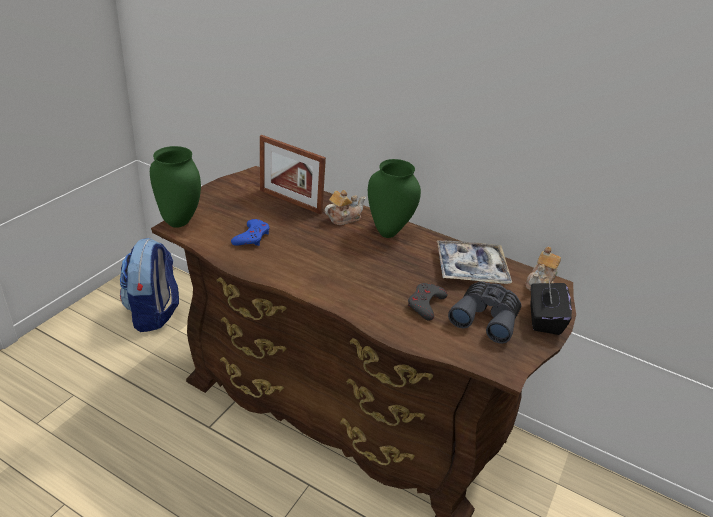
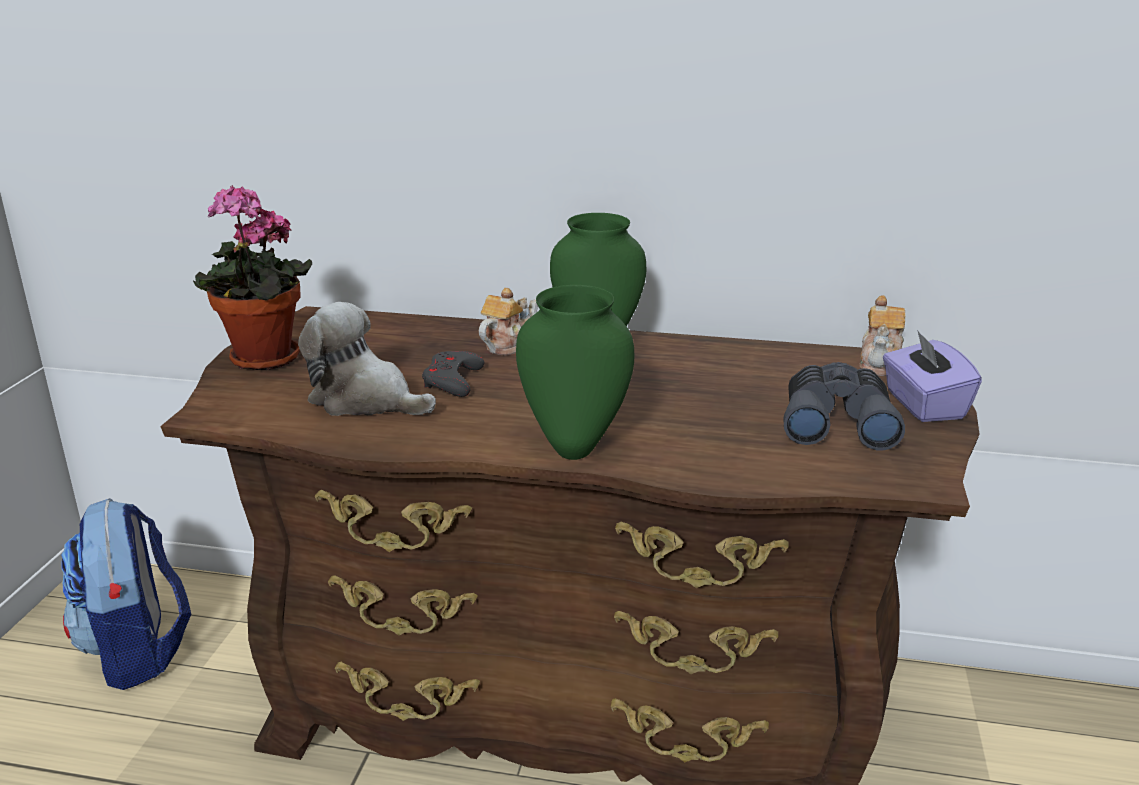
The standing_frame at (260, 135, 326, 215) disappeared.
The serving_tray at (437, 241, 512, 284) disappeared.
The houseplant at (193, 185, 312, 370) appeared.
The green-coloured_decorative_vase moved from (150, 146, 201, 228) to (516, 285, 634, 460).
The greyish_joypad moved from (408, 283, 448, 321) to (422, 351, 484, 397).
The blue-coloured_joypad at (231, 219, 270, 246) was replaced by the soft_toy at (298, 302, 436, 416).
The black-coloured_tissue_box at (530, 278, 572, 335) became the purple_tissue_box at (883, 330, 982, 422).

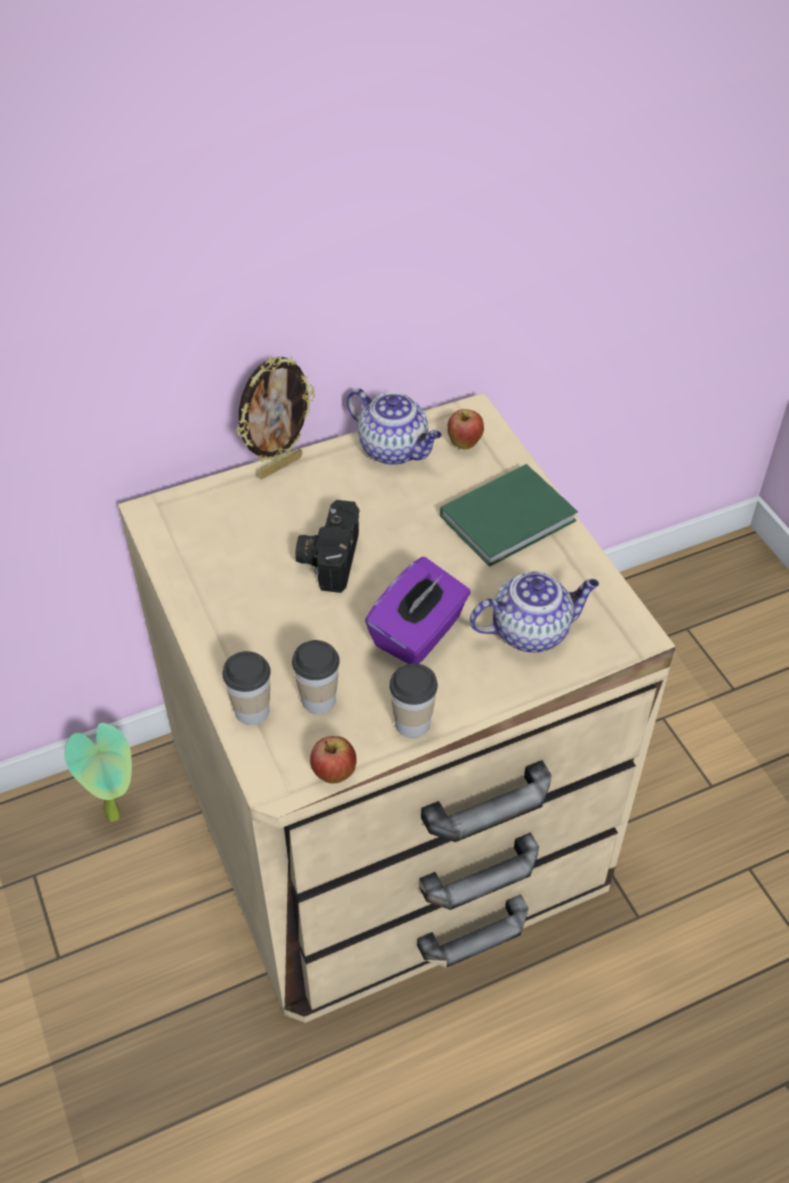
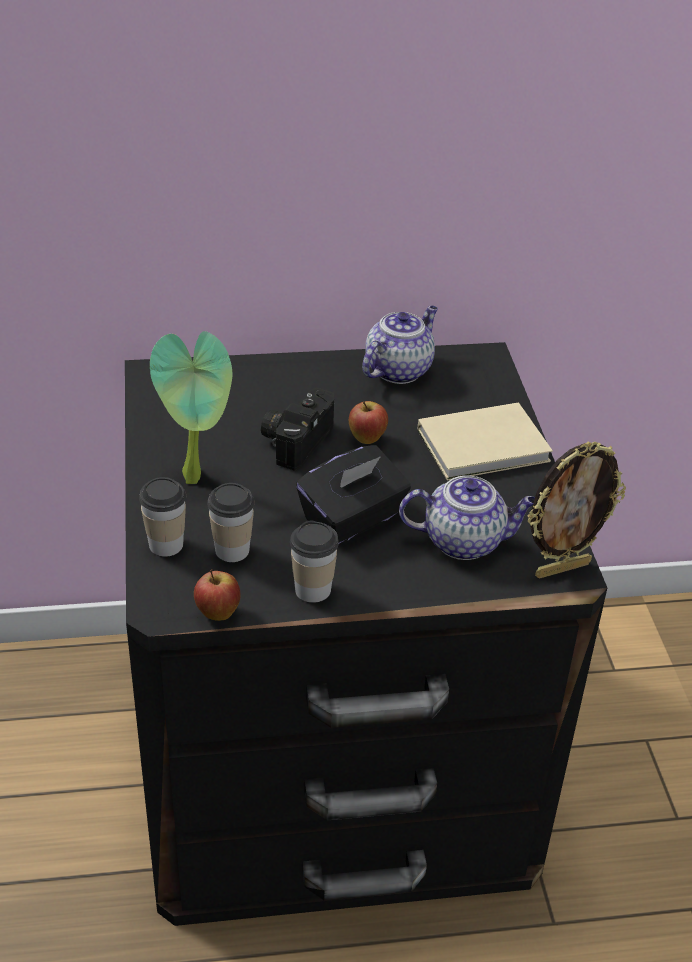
The houseplant moved from (65, 723, 132, 822) to (150, 331, 232, 484).
The standing_frame moved from (236, 356, 315, 479) to (527, 441, 626, 579).
The apple moved from (447, 409, 484, 450) to (349, 401, 388, 444).
The beige-coloured_drawer_chest at (118, 393, 676, 1023) became the black-coloured_drawer_chest at (125, 342, 607, 926).
The purple_tissue_box at (365, 557, 471, 664) became the black-coloured_tissue_box at (296, 445, 411, 544).
The green-coloured_bound_book at (440, 464, 578, 567) became the beige-coloured_bound_book at (418, 402, 553, 481).
The tea_pot at (347, 388, 442, 465) turned 105 degrees counterclockwise.

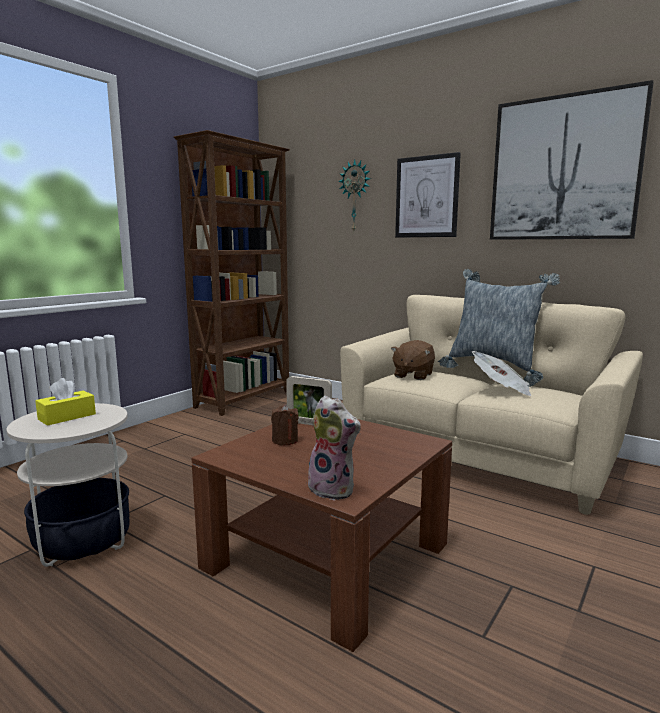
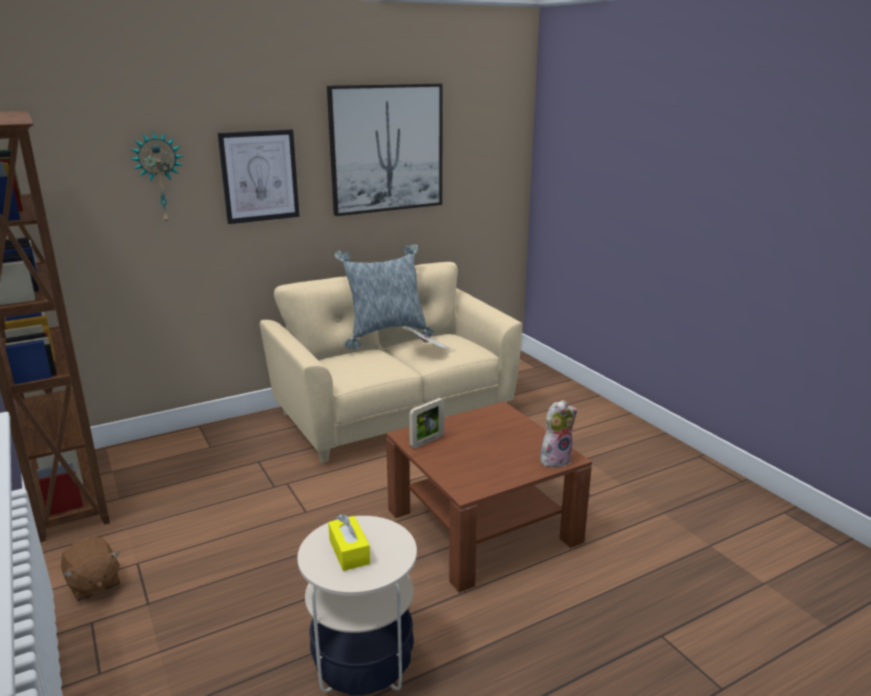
The brown_wax_light at (271, 404, 298, 445) disappeared.
The brown_soft_toy moved from (391, 340, 435, 380) to (61, 537, 120, 601).

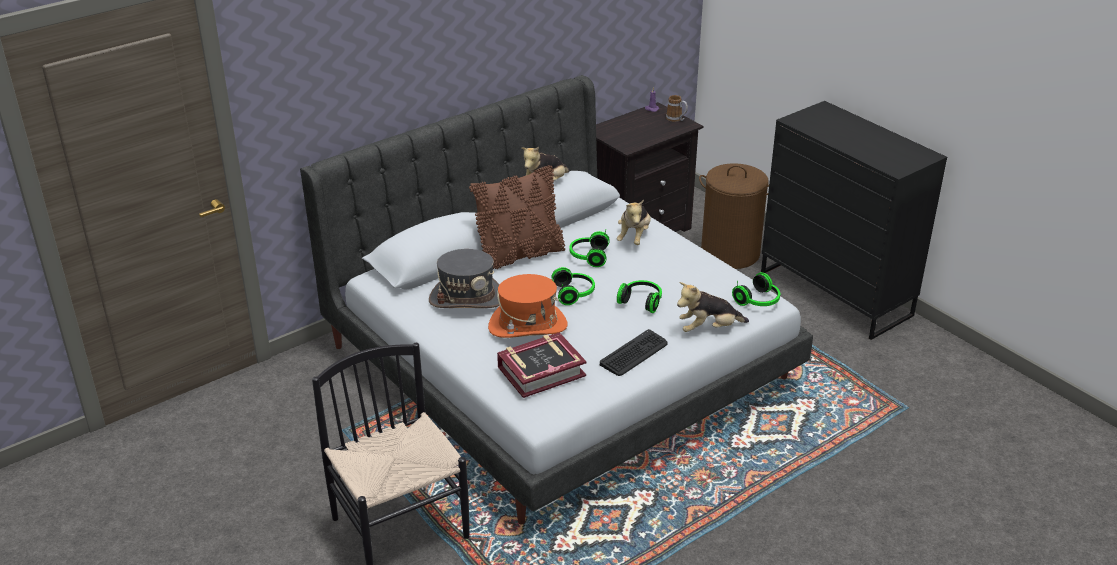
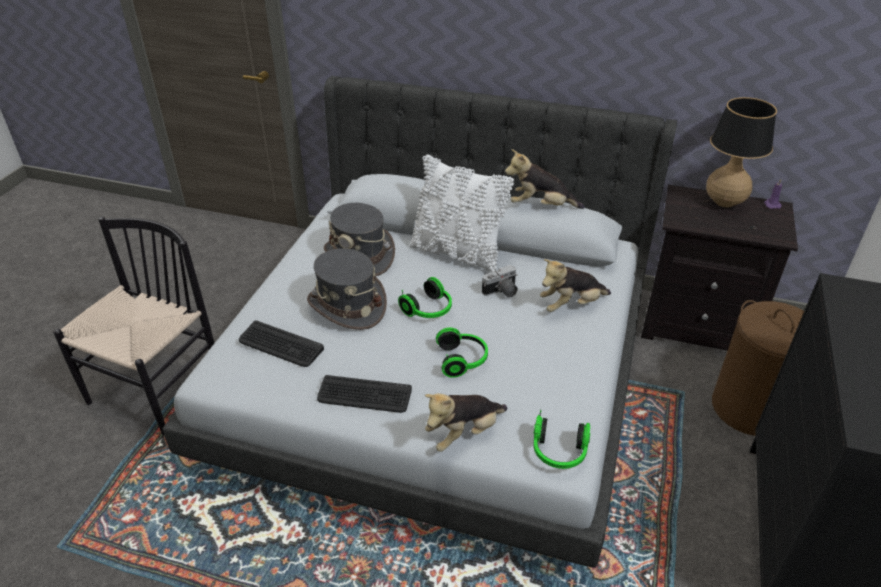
The mug at (666, 95, 688, 122) disappeared.
The lamp_for_a_table at (691, 97, 777, 230) appeared.
The bound_book at (497, 332, 586, 398) was replaced by the PC_keyboard at (239, 321, 324, 367).
The pair_of_headphones at (570, 230, 610, 267) was replaced by the still_camera at (482, 265, 518, 298).
The brown_pillow at (469, 165, 565, 269) became the whitish_pillow at (410, 154, 514, 272).
The orange-coloured_clothing_hat at (488, 274, 568, 338) became the greyish_clothing_hat at (307, 248, 387, 330).
The soft_toy at (677, 282, 749, 332) turned 75 degrees counterclockwise.

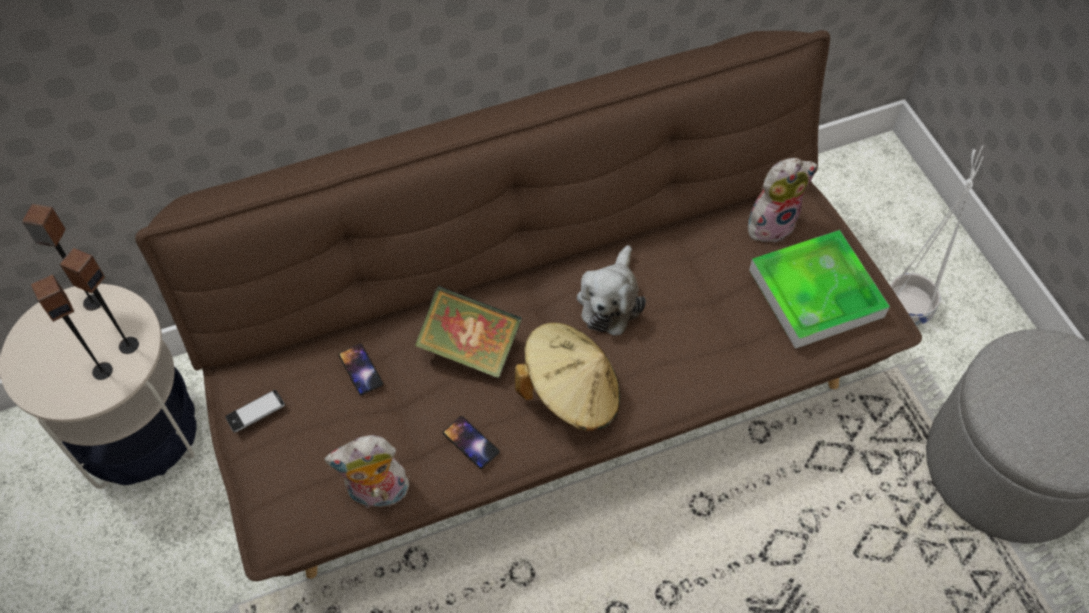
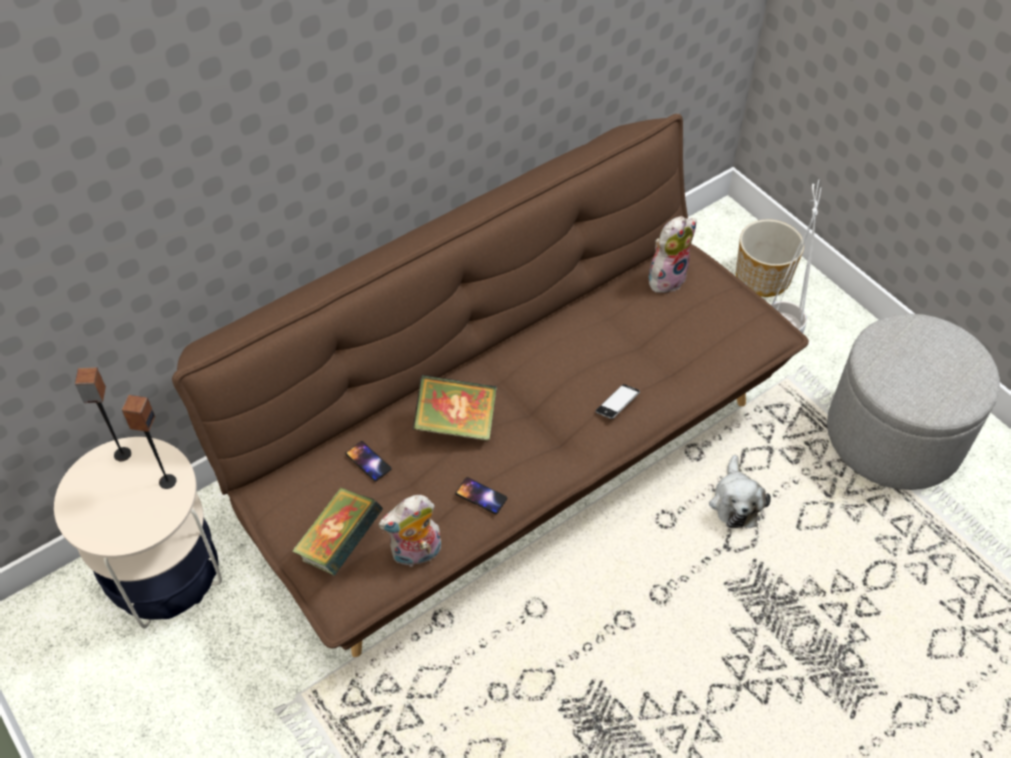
The audio_speaker at (31, 274, 113, 380) disappeared.
The beige-coloured_clothing_hat at (515, 323, 620, 431) disappeared.
The serving_tray at (749, 230, 890, 349) disappeared.
The bound_book at (292, 487, 383, 576) appeared.
The flower_pot at (736, 219, 804, 297) appeared.
The phone moved from (225, 390, 285, 433) to (595, 384, 640, 419).
The soft_toy moved from (577, 245, 646, 336) to (709, 455, 771, 528).

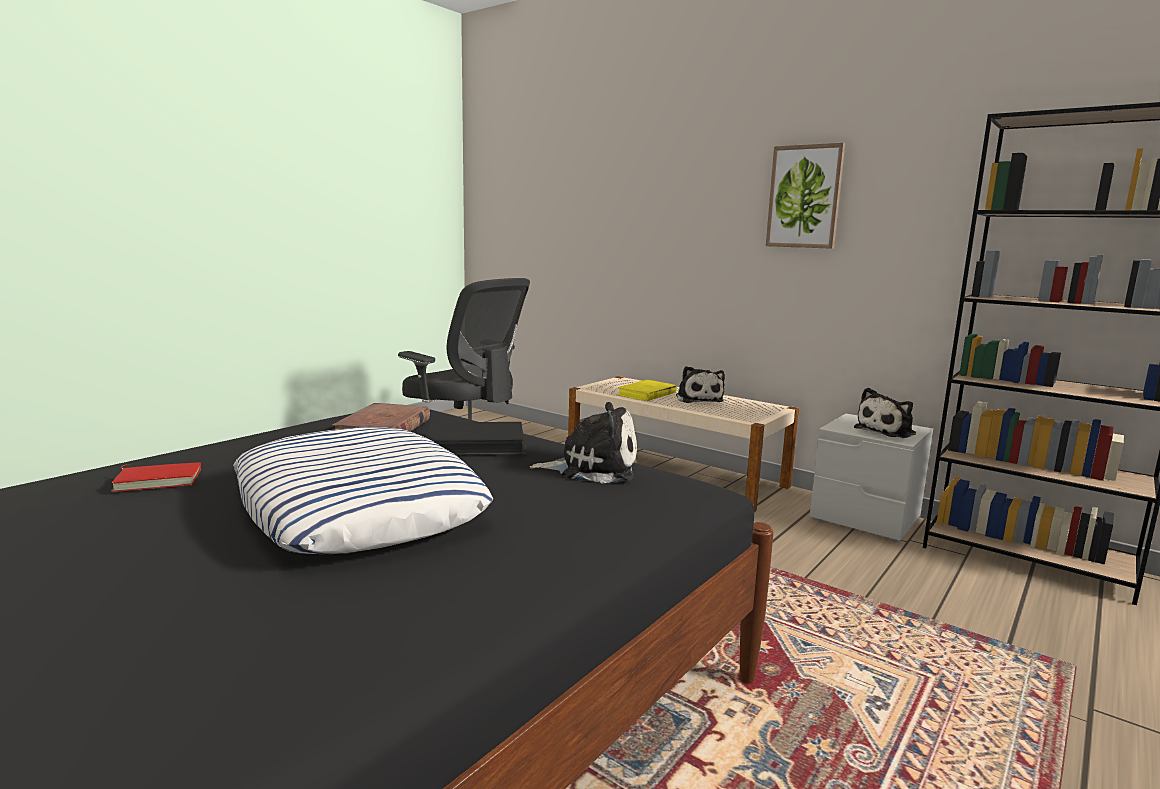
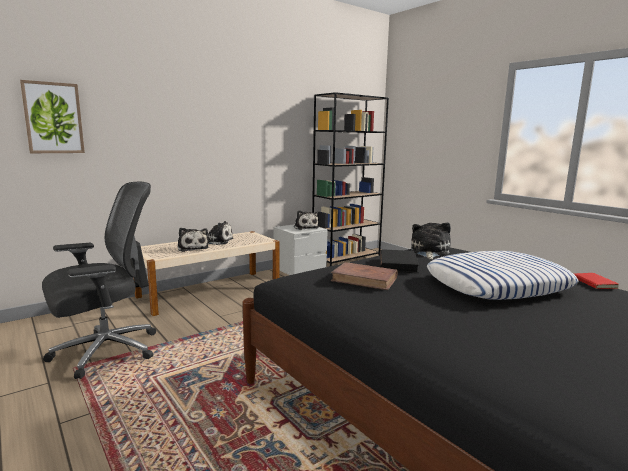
The reddish_bound_book moved from (111, 462, 201, 492) to (574, 273, 619, 289).
The wall_art moved from (766, 143, 845, 249) to (20, 80, 85, 153).
The yellow_bound_book at (617, 380, 677, 401) was replaced by the soft_toy at (177, 228, 209, 252).

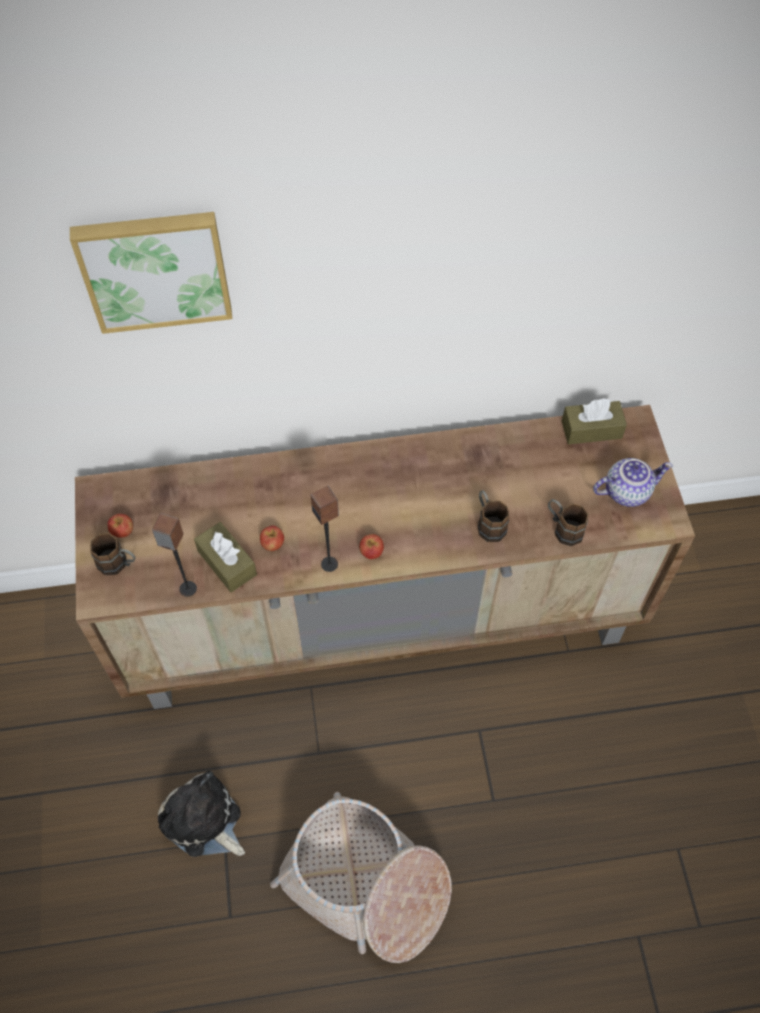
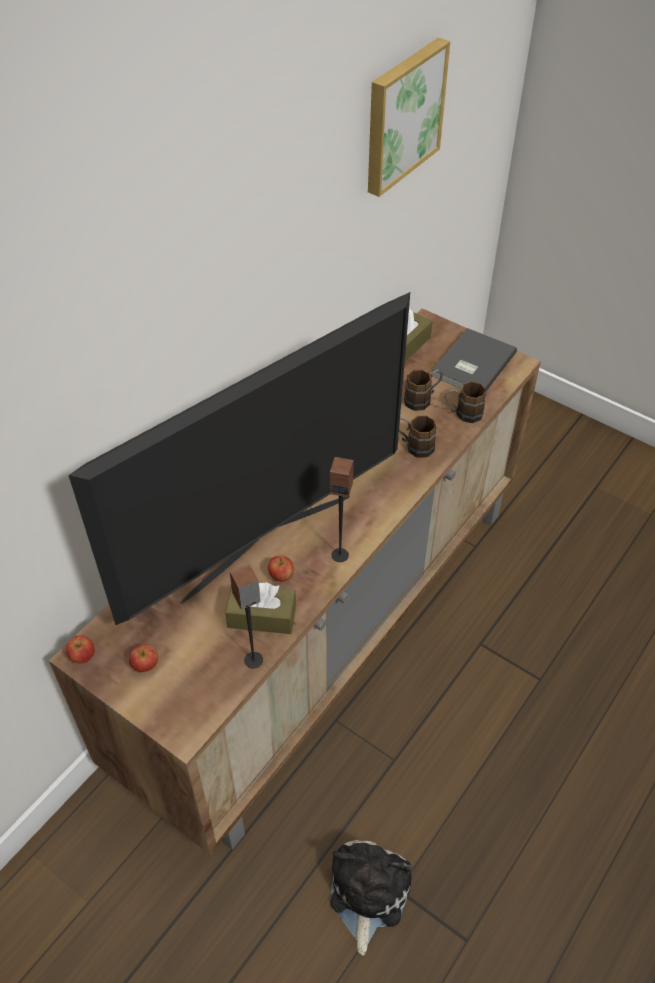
The storage_basket at (270, 792, 452, 963) disappeared.
The television at (69, 292, 410, 625) appeared.
The wall_art moved from (70, 212, 232, 334) to (368, 38, 450, 197).
The brown_mug moved from (90, 533, 136, 576) to (404, 369, 443, 411).
The apple moved from (359, 534, 384, 559) to (66, 636, 95, 663).
The tea_pot at (593, 458, 673, 507) was replaced by the greyish_bound_book at (432, 328, 517, 391).
The soft_toy at (158, 771, 245, 857) turned 105 degrees clockwise.

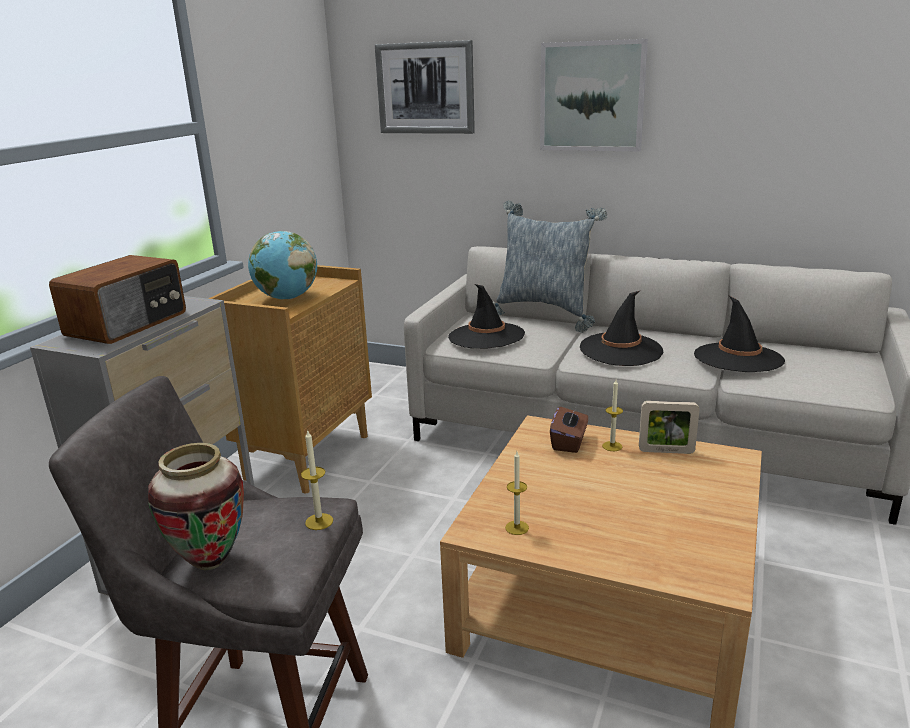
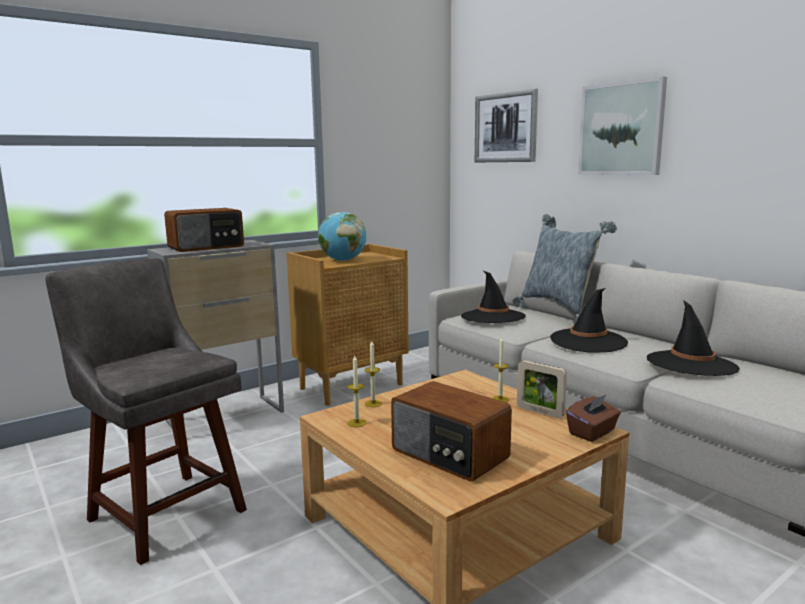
The decorative_vase at (148, 443, 244, 570) disappeared.
The radio_set at (391, 381, 512, 481) appeared.
The wax_light moved from (301, 431, 333, 530) to (364, 341, 382, 407).
The brown_tissue_box moved from (550, 404, 588, 453) to (566, 395, 621, 442).

